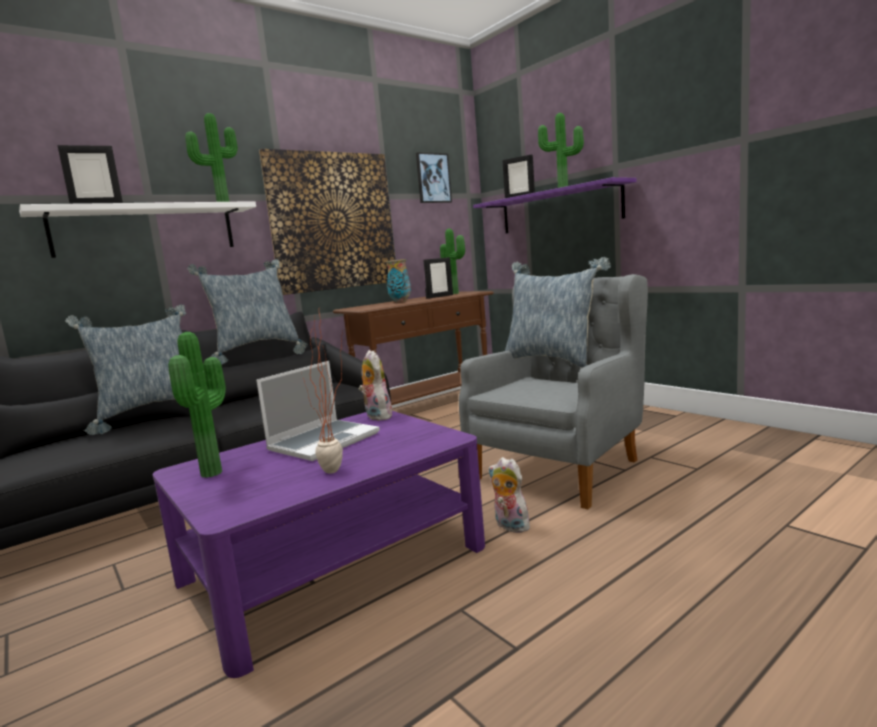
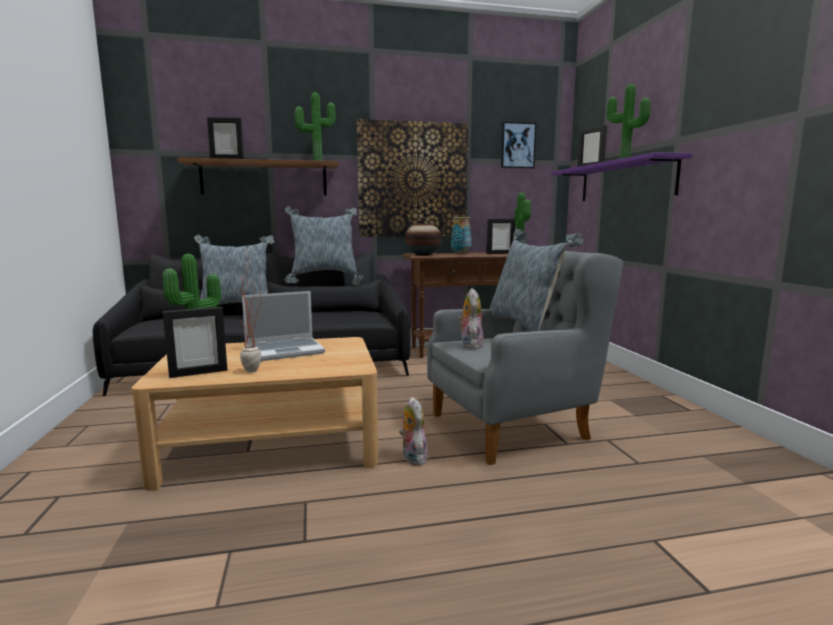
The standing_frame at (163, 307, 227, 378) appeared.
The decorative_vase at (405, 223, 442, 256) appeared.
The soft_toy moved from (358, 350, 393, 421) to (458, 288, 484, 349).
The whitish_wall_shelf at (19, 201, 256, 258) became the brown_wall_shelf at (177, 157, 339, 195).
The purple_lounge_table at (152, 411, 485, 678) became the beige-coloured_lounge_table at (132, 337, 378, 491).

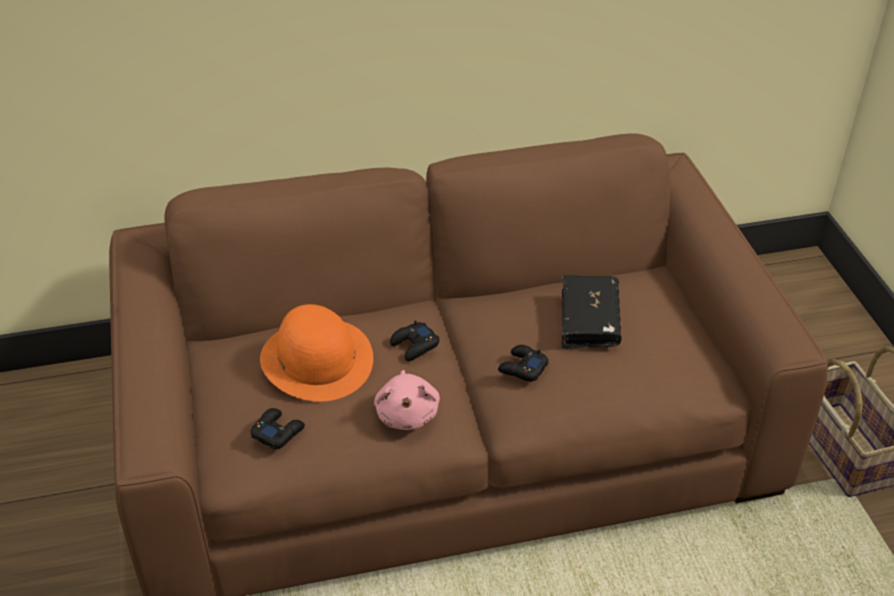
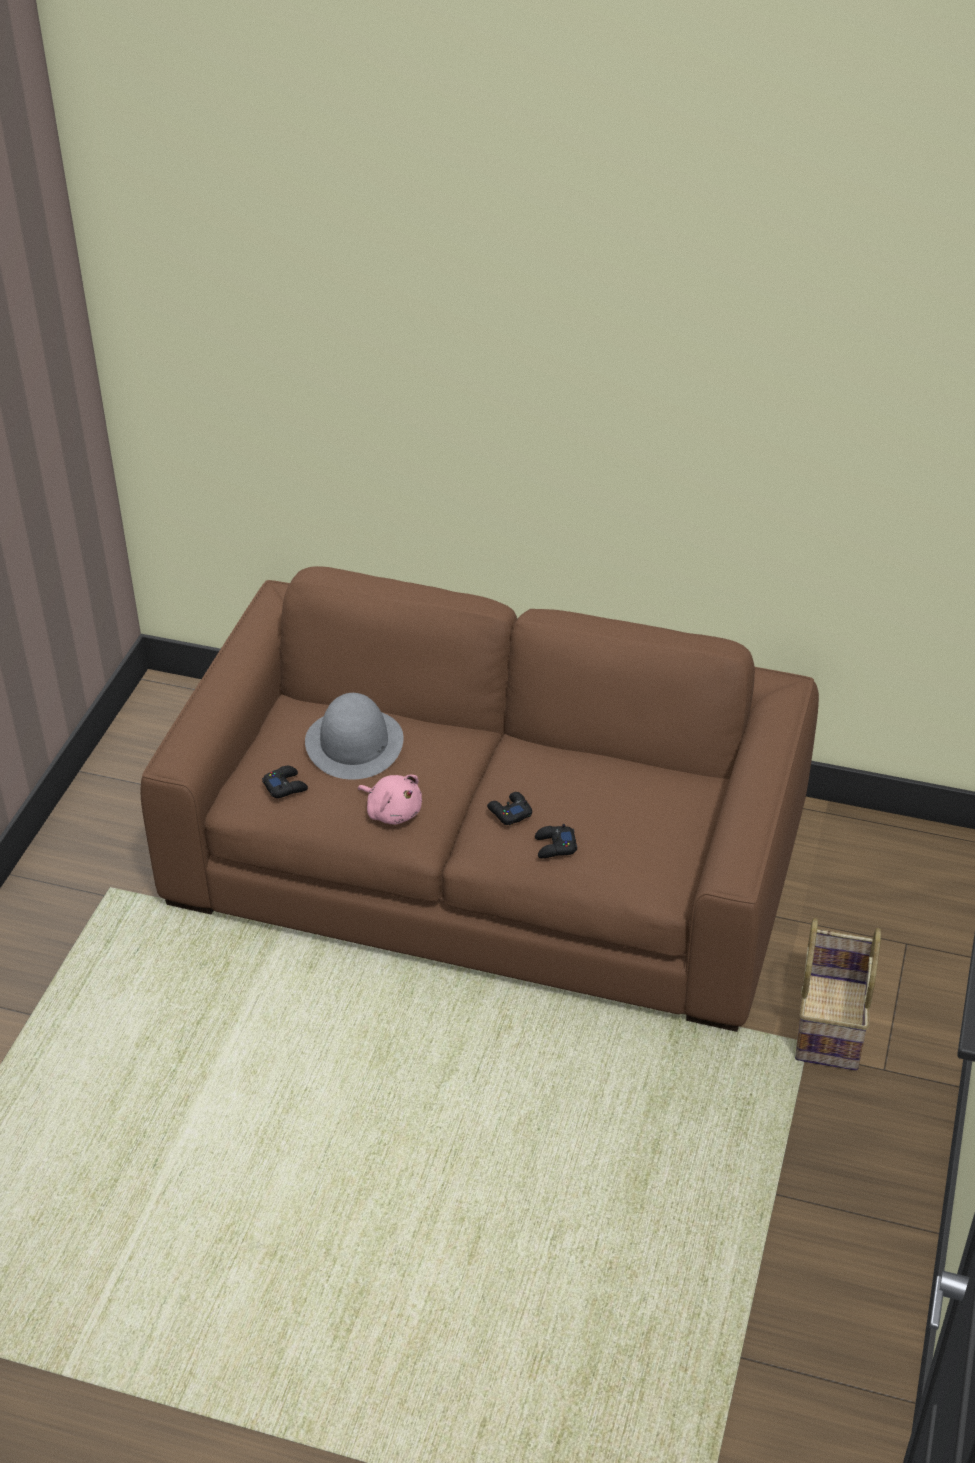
The black-coloured_bound_book at (562, 275, 621, 349) disappeared.
The black-coloured_joypad moved from (390, 321, 440, 362) to (535, 824, 577, 858).
The orange-coloured_clothing_hat at (260, 304, 373, 402) became the greyish_clothing_hat at (305, 693, 404, 780).
The pink_soft_toy at (374, 370, 440, 430) turned 75 degrees counterclockwise.

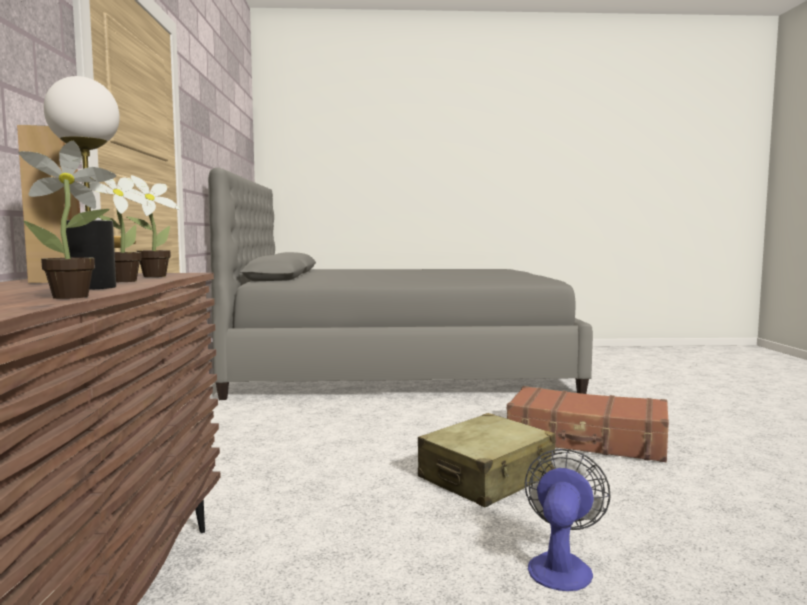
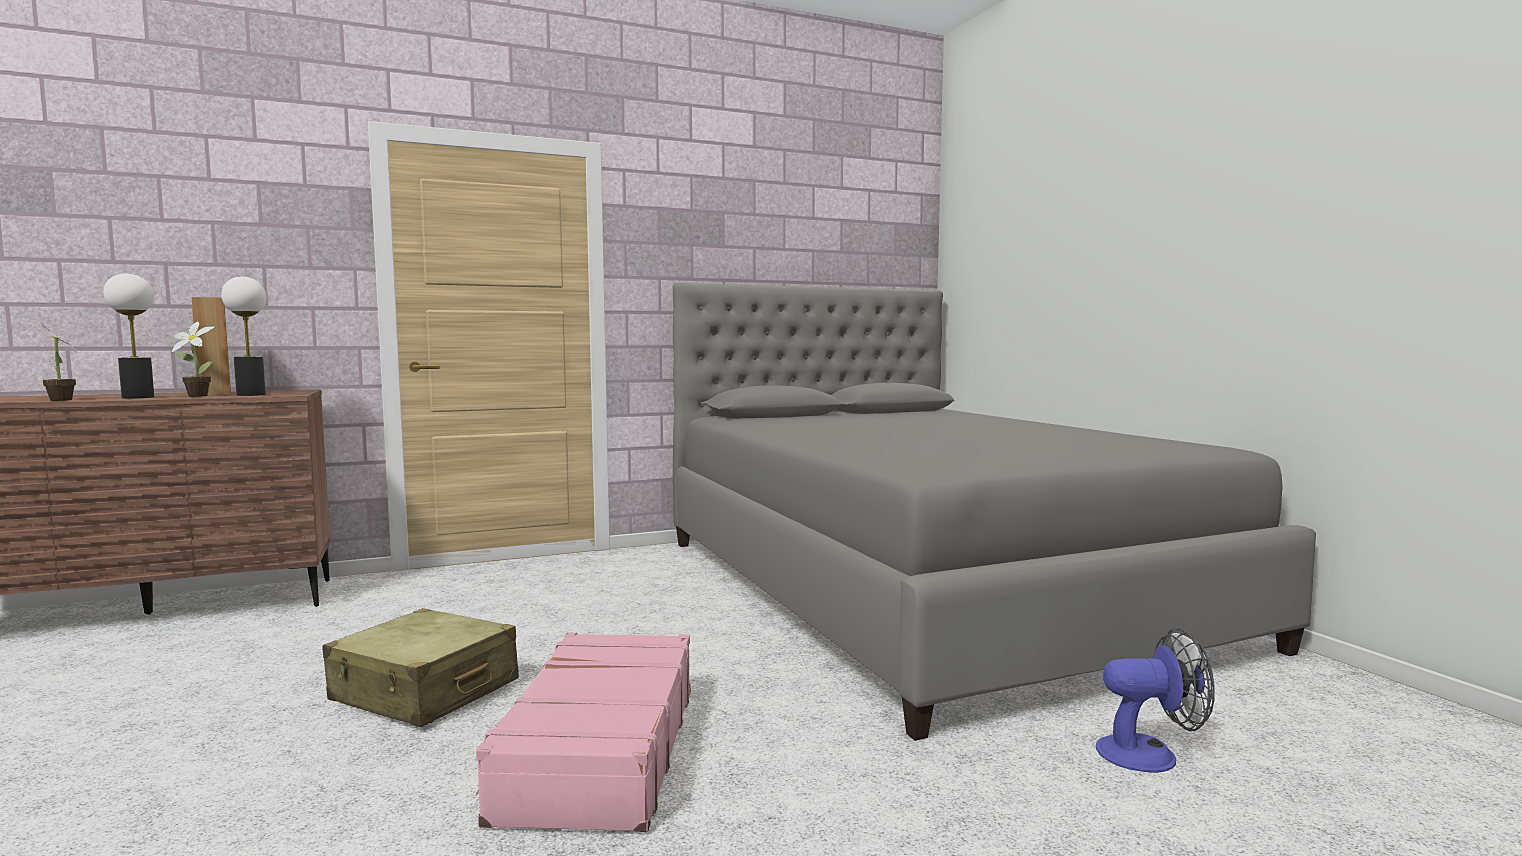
The fan moved from (525, 449, 611, 591) to (1096, 628, 1214, 773).
The houseplant at (124, 175, 180, 277) was replaced by the lamp_for_a_table at (221, 276, 266, 396).
The brown_suitcase at (507, 386, 669, 462) became the pink_suitcase at (475, 633, 691, 832).

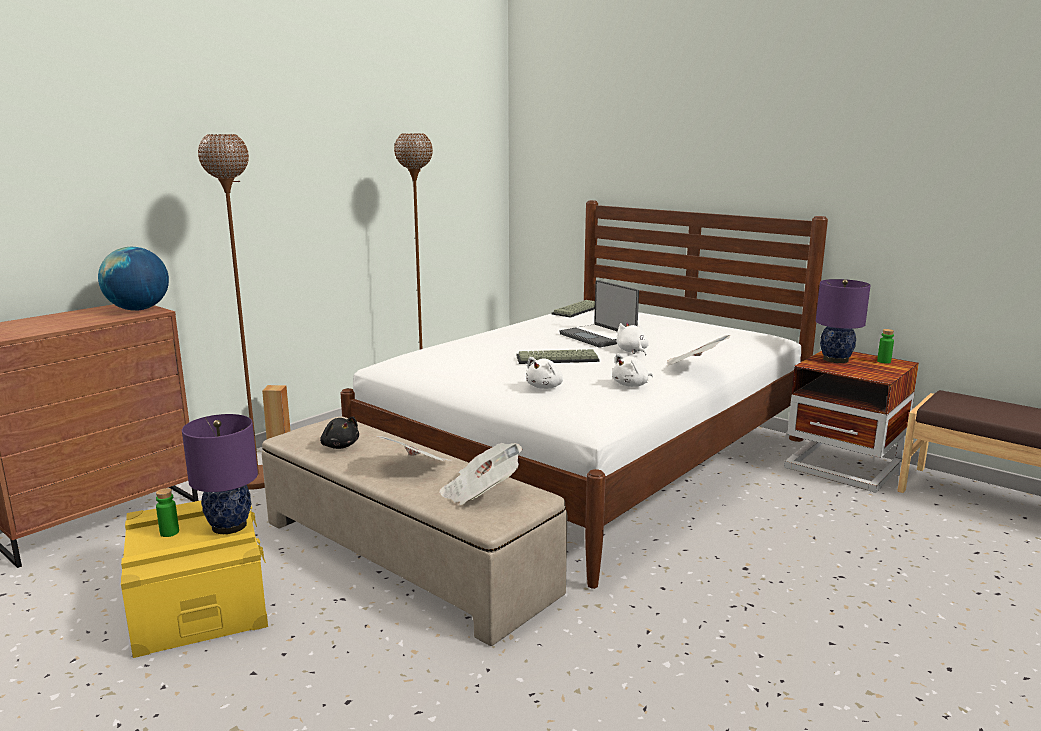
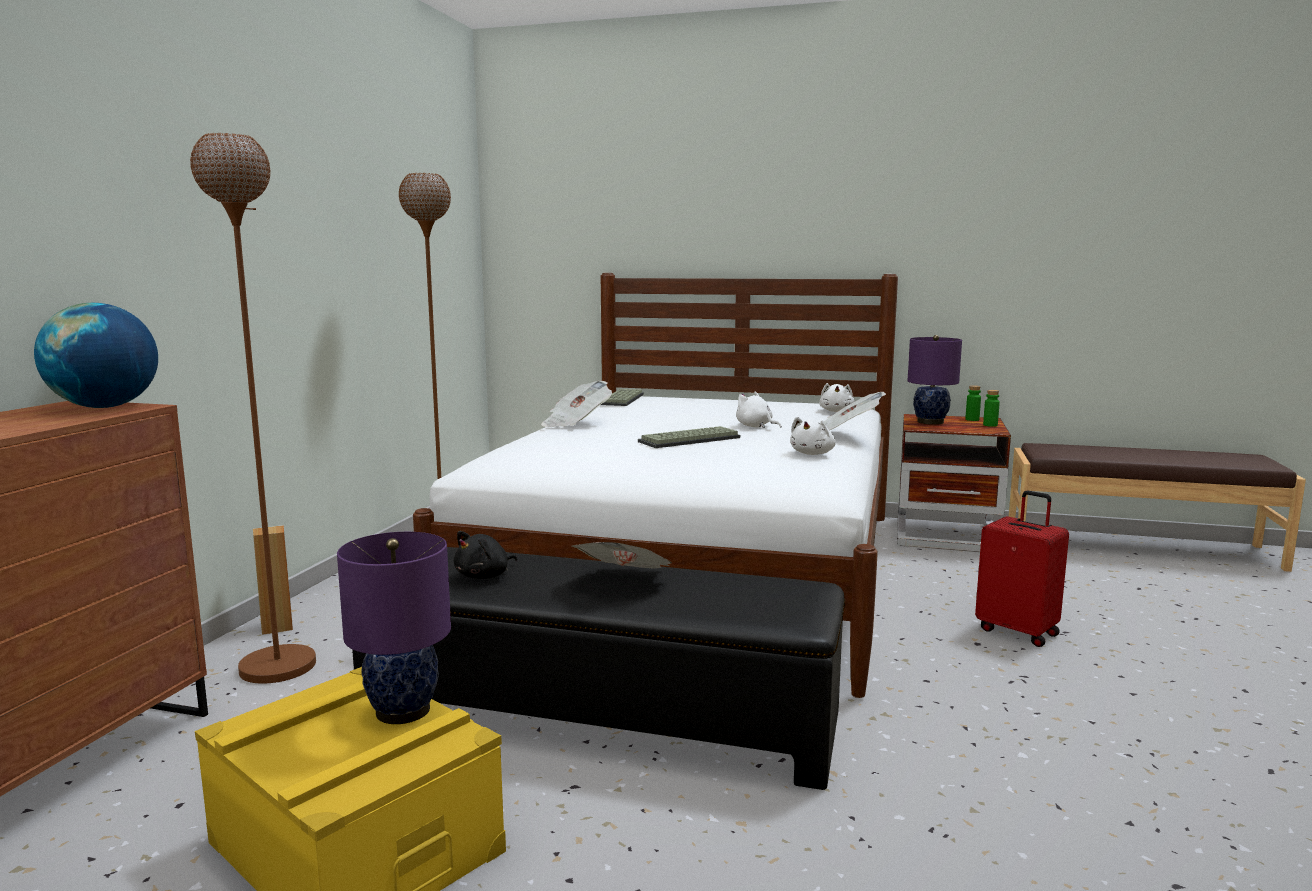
The portable_computer at (559, 280, 639, 347) disappeared.
The reddish_suitcase at (975, 491, 1069, 647) appeared.
The green-coloured_bottle moved from (156, 488, 179, 537) to (983, 390, 1000, 427).
The printed_paper moved from (439, 443, 523, 505) to (541, 381, 612, 427).
The whitish_soft_toy moved from (526, 357, 563, 389) to (819, 383, 855, 412).
The beige-coloured_indoor_bench at (262, 416, 567, 646) became the black-coloured_indoor_bench at (352, 547, 845, 790).
The black-coloured_soft_toy at (320, 417, 359, 449) turned 105 degrees clockwise.

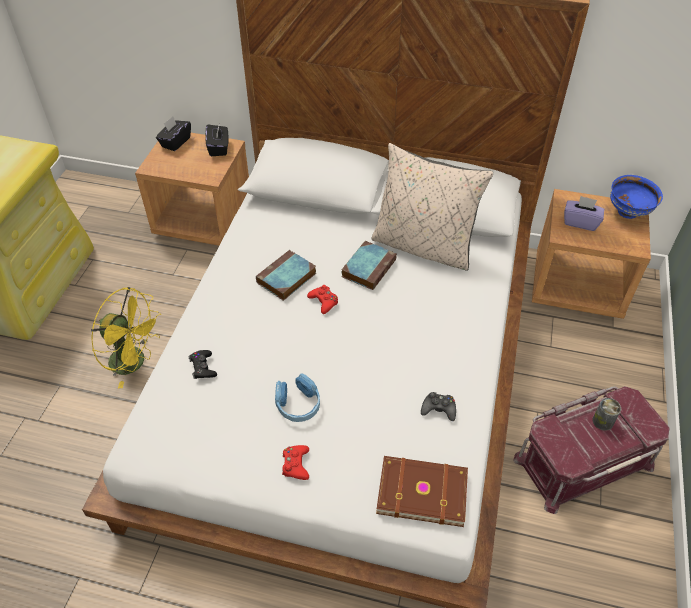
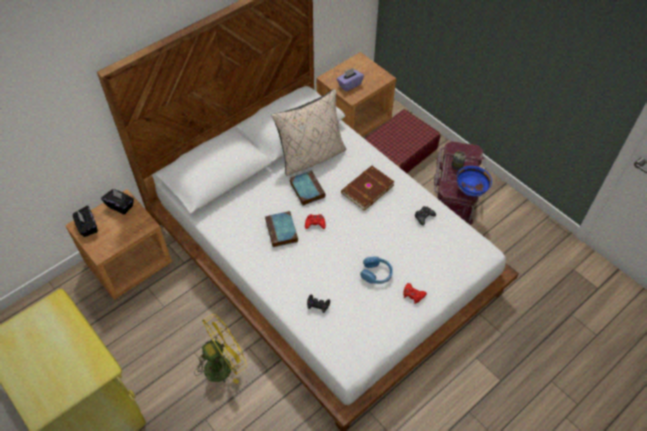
The reddish_suitcase at (364, 109, 440, 173) appeared.
The brown_bound_book moved from (376, 456, 468, 527) to (341, 166, 395, 211).
The blue-coloured_bowl moved from (610, 175, 663, 219) to (457, 166, 492, 197).

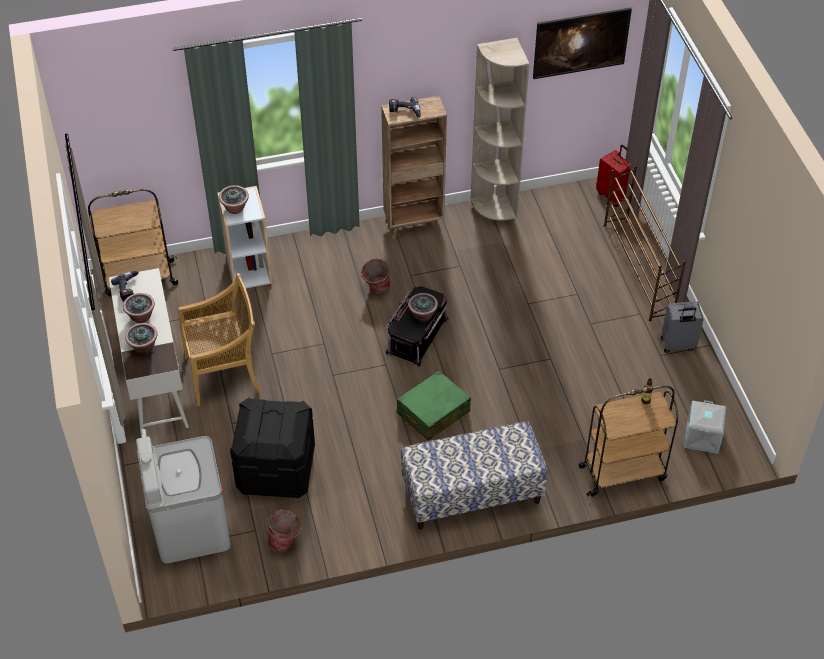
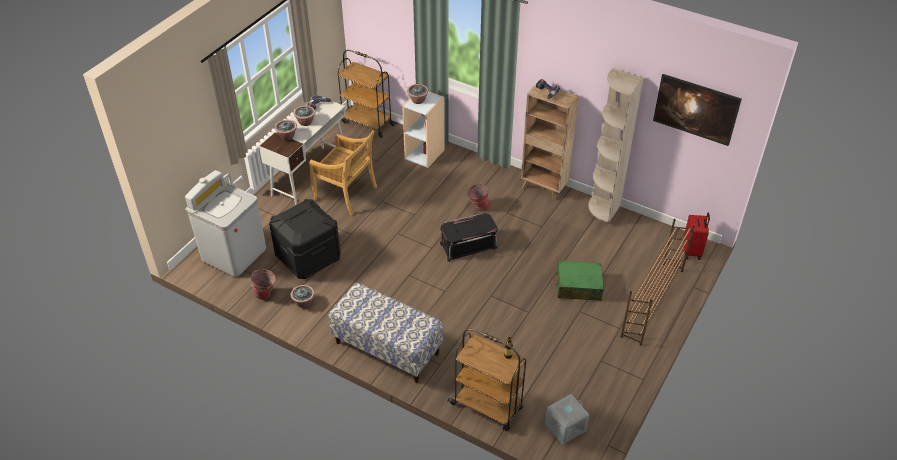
The greyish_suitcase at (661, 301, 704, 353) disappeared.
The green-coloured_suitcase moved from (397, 371, 471, 441) to (554, 260, 604, 301).
The houseplant moved from (408, 293, 438, 322) to (291, 285, 314, 308).

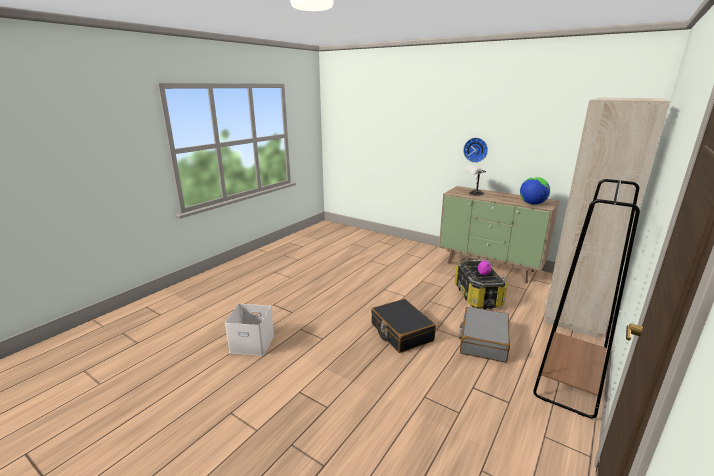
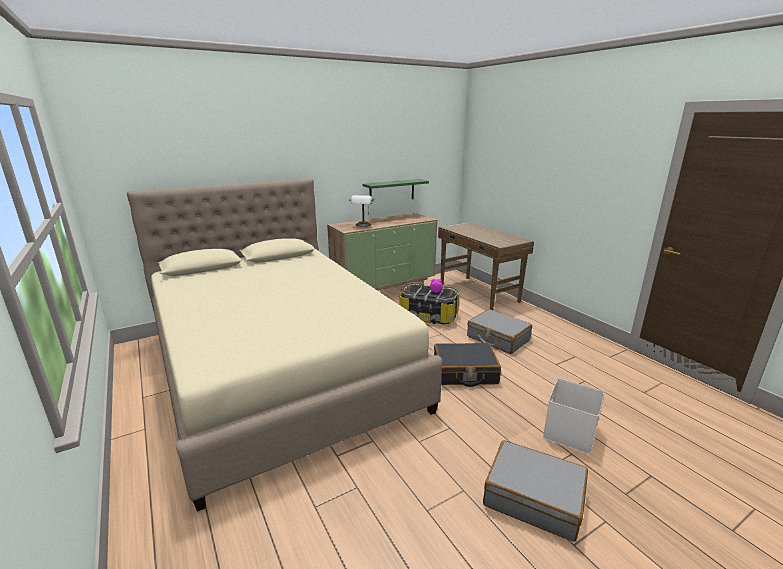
The hanging_clock at (463, 138, 488, 163) disappeared.
The world_globe at (520, 177, 550, 205) disappeared.
The clothes_rack at (533, 179, 640, 418) disappeared.
The beige-coloured_bedroom_bed at (127, 178, 442, 512) appeared.
The green-coloured_wall_shelf at (363, 179, 429, 204) appeared.
The greyish_suitcase at (483, 440, 588, 542) appeared.
The whitish_storage_box moved from (225, 304, 274, 356) to (543, 378, 604, 455).
The beige-coloured_clothes_cupboard at (544, 97, 671, 338) was replaced by the brown_narrow_table at (438, 222, 534, 310).

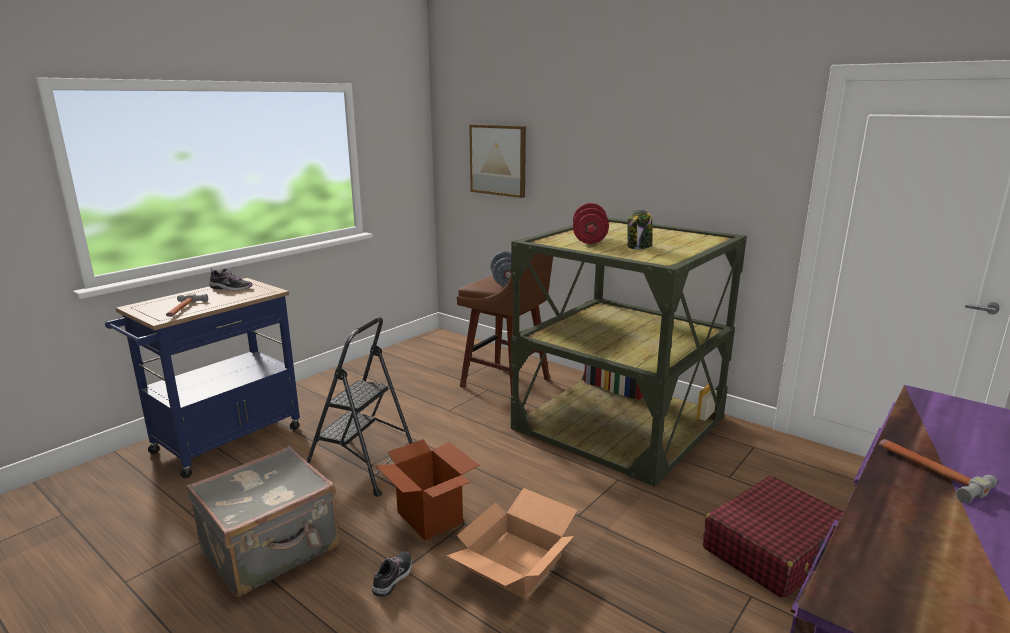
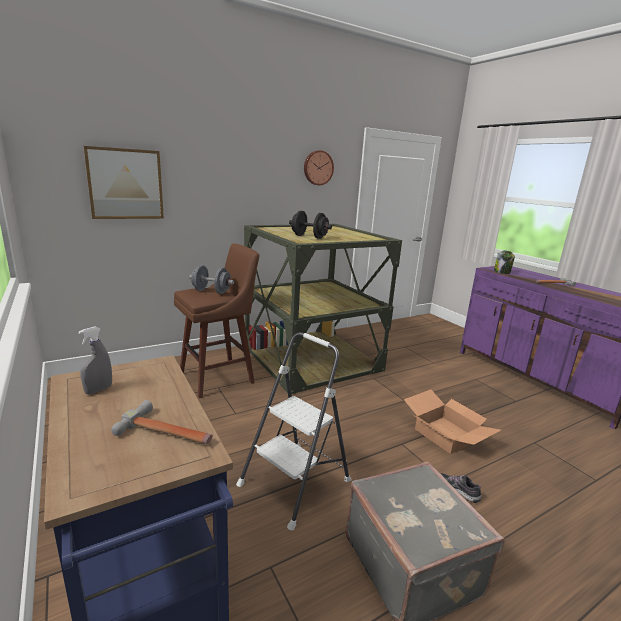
The packing_box at (375, 439, 480, 540) disappeared.
The reddish_suitcase at (703, 476, 843, 599) disappeared.
The hanging_clock at (304, 150, 334, 185) appeared.
The preserve_jar moved from (627, 210, 652, 249) to (494, 250, 515, 274).
The shoe at (209, 268, 253, 291) was replaced by the greyish_hand_sprayer at (78, 327, 112, 394).
The black-coloured_step_stool at (307, 317, 413, 497) became the whitish_step_stool at (236, 332, 352, 531).
The reddish_dumbbell at (573, 203, 609, 244) became the black-coloured_dumbbell at (289, 211, 332, 239).

